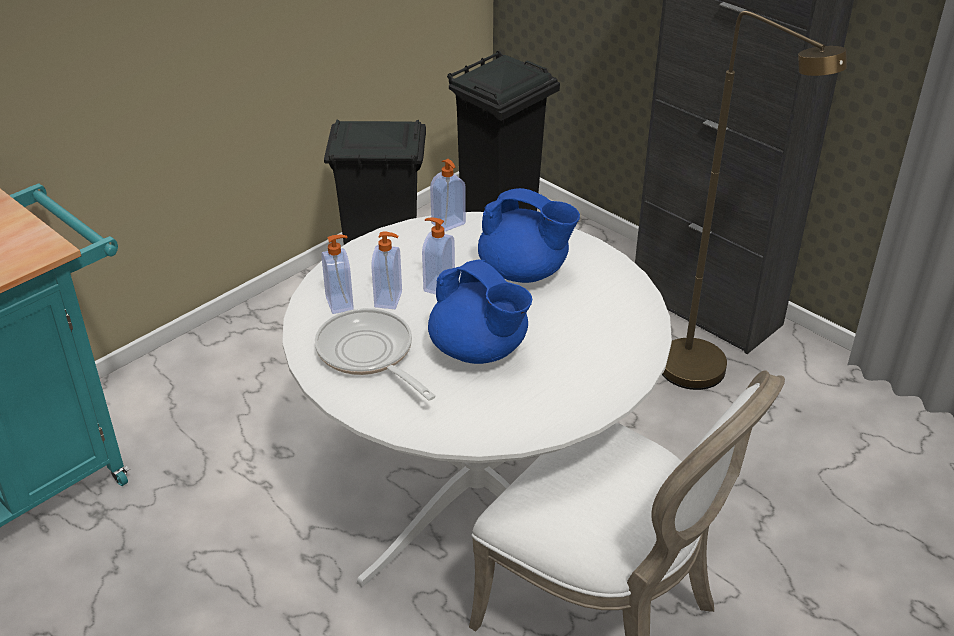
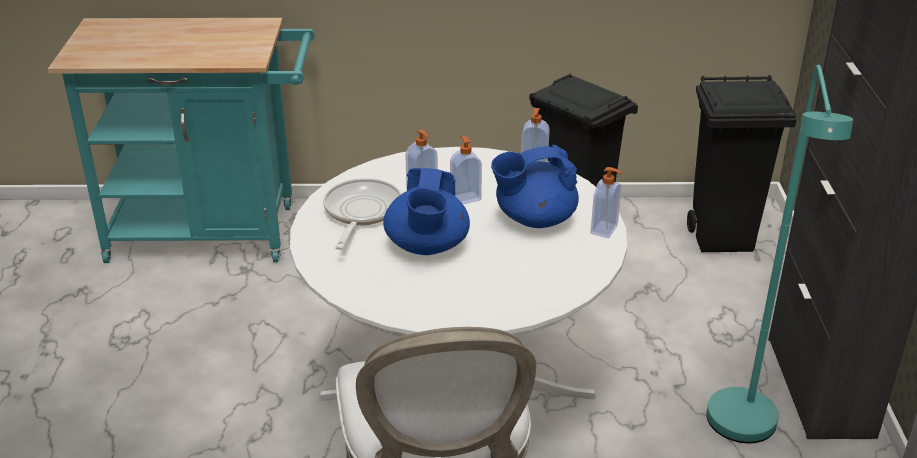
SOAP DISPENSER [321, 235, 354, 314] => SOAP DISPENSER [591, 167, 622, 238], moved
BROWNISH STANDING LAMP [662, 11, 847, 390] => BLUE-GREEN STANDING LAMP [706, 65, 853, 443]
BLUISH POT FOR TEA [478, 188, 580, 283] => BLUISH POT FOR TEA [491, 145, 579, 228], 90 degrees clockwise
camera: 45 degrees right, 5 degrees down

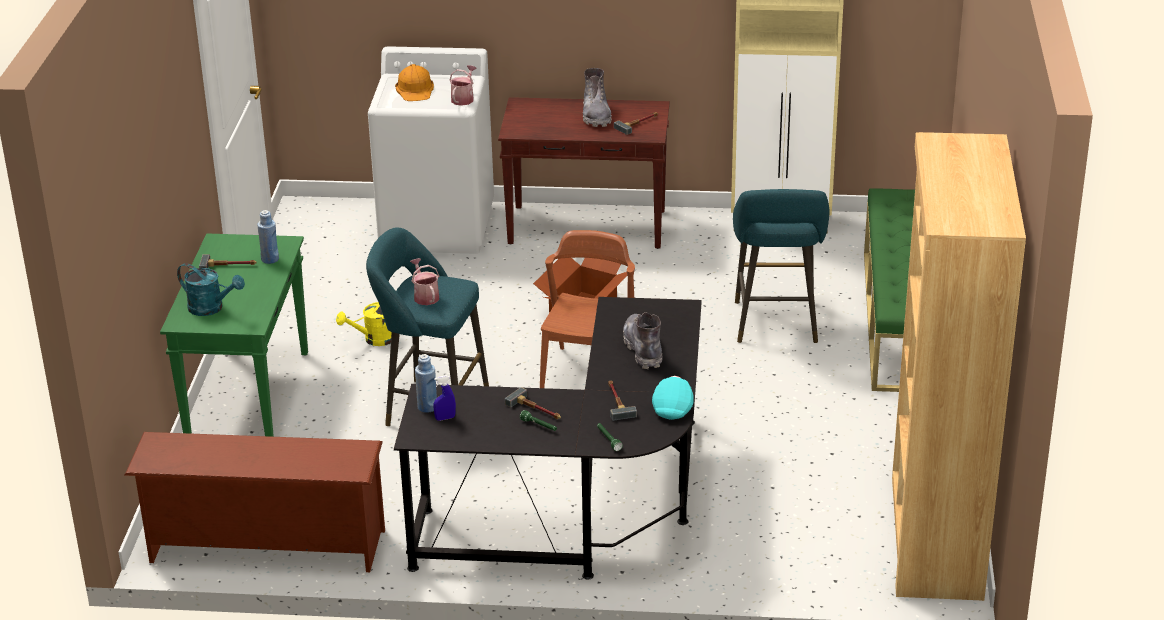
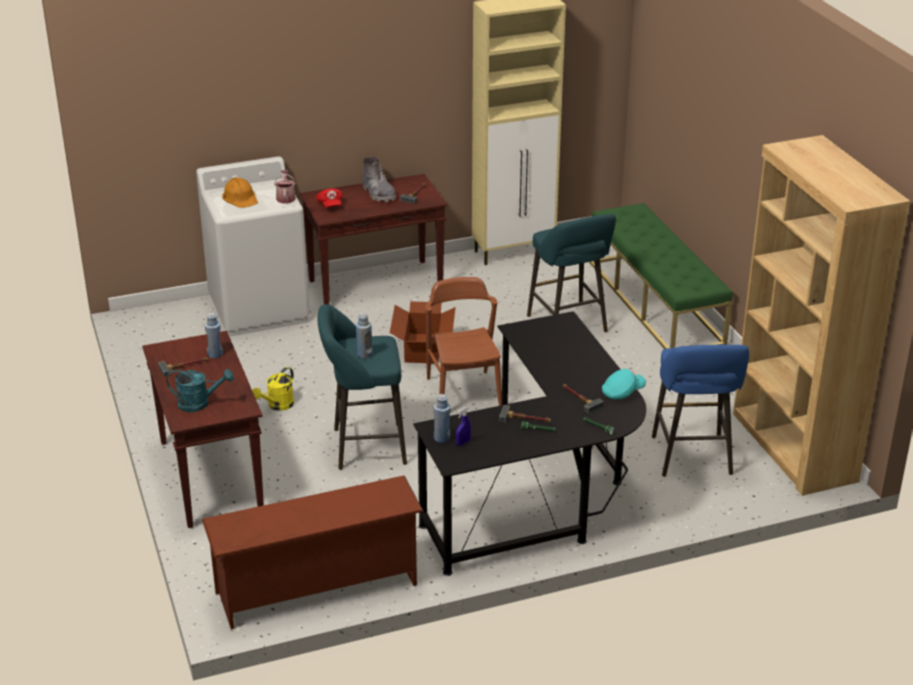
GRAY TALL BOOT [623, 312, 662, 369] => nothing
nothing => REDDISH CAP [316, 188, 343, 208]
nothing => BLUISH STOOL SEAT [652, 345, 749, 477]
WATERING POT [410, 258, 439, 305] => BLUISH BEVERAGE BOTTLE [356, 313, 372, 359]
GREEN-COLOURED CONSOLE TABLE [160, 234, 308, 437] => BROWNISH CONSOLE TABLE [142, 331, 264, 528]
BLUE-GREEN CAP [652, 376, 694, 420] => BLUE-GREEN CAP [602, 369, 646, 400], 75 degrees clockwise
camera: 25 degrees left, 0 degrees up

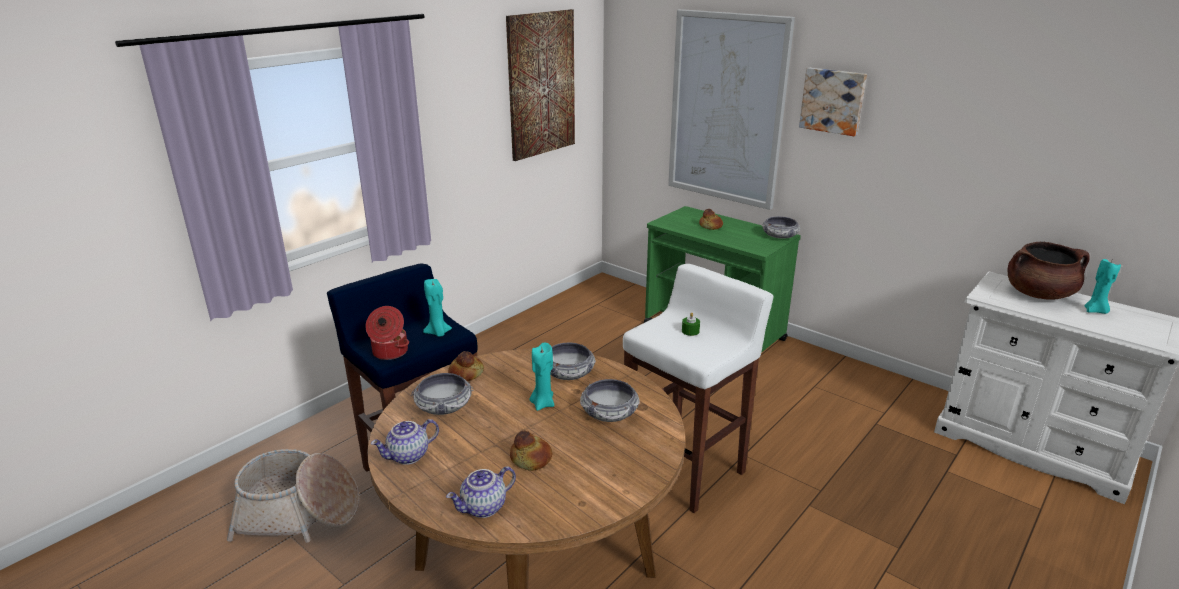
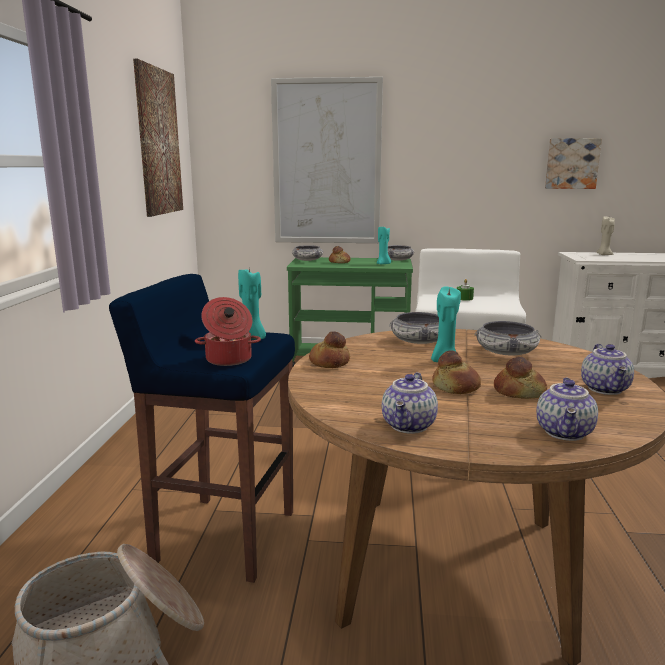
nothing => BREAD [432, 350, 481, 394]
nothing => POT FOR TEA [581, 344, 634, 395]
SERVING BOWL [411, 373, 473, 415] => SERVING BOWL [292, 245, 323, 261], moved
PICTURE [799, 68, 867, 136] => PICTURE [545, 138, 602, 189], moved
BLUE-GREEN CANDLE [1084, 259, 1121, 314] => BLUE-GREEN CANDLE [377, 227, 391, 264], moved
BROWNISH SAUCEPOT [1008, 242, 1090, 300] => BEIGE CANDLE [596, 216, 615, 255]
camera: 35 degrees left, 10 degrees down

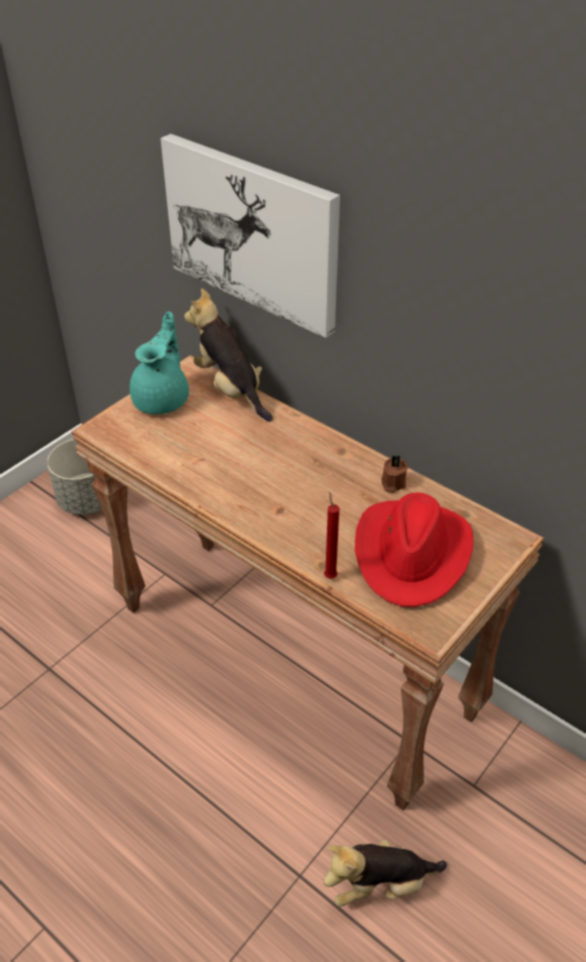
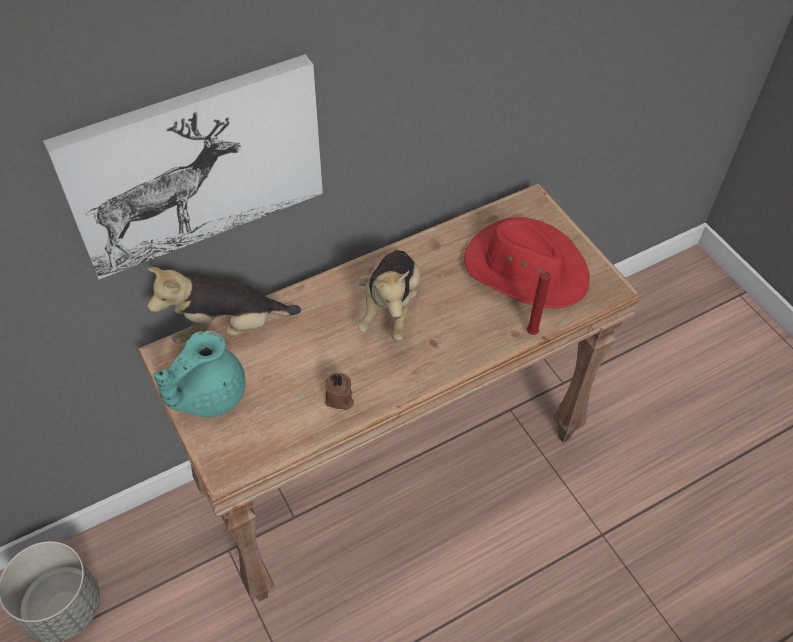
CUDDLY TOY [323, 840, 447, 907] => CUDDLY TOY [358, 250, 420, 342], moved
BROWNISH CANDLE [381, 455, 408, 493] => BROWNISH CANDLE [325, 373, 354, 410], moved
BLUE-GREEN POT FOR TEA [130, 311, 189, 414] => BLUE-GREEN POT FOR TEA [153, 331, 245, 417], 90 degrees counterclockwise
camera: 70 degrees left, 10 degrees up

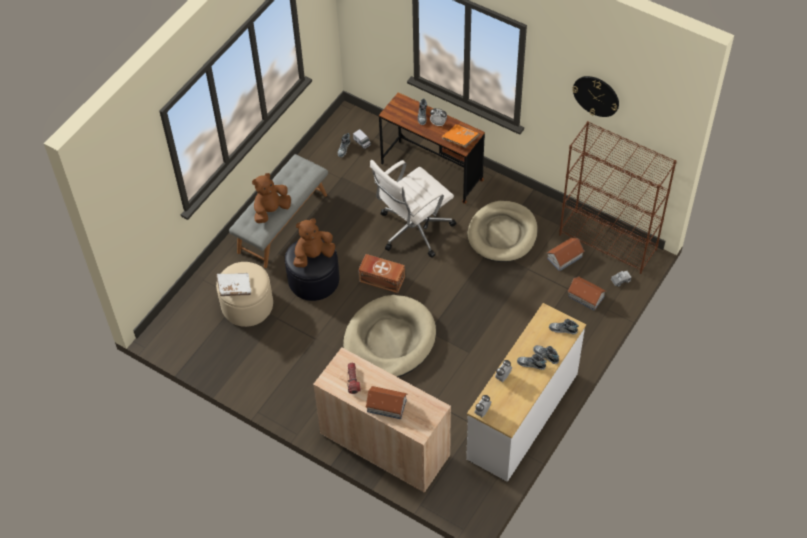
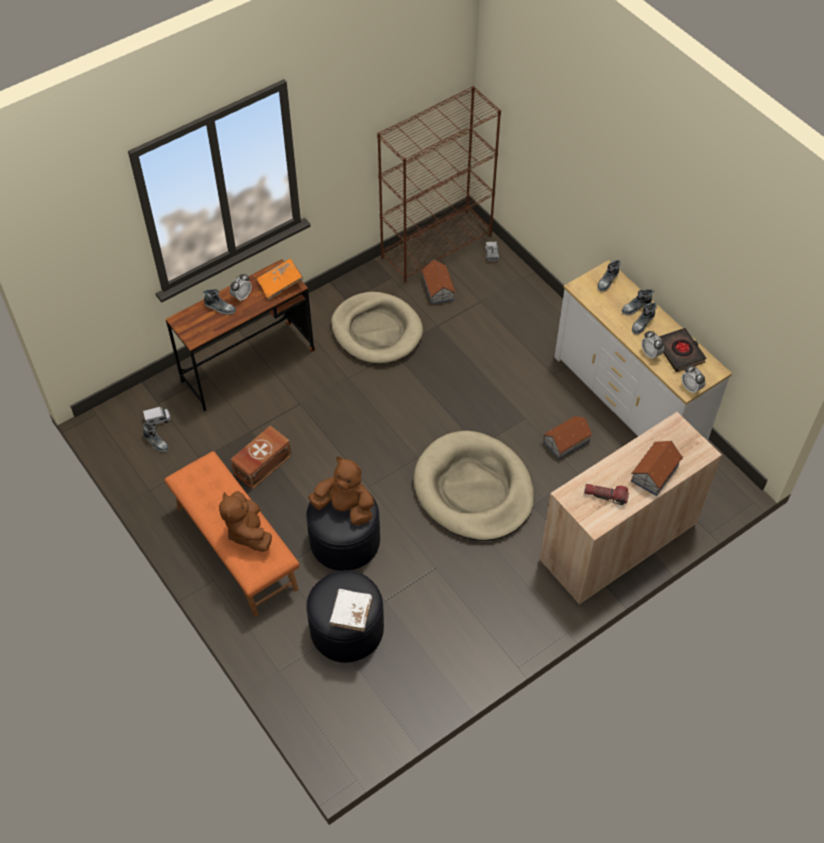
WHITE-COLOURED DESK CHAIR [370, 160, 457, 258] => nothing
HANGING CLOCK [572, 76, 619, 117] => nothing
nothing => BLACK-COLOURED BOOK [659, 328, 707, 372]
BROWNISH STORAGE BOX [358, 254, 405, 293] => BROWNISH STORAGE BOX [231, 425, 292, 490], moved
MODEL HOUSE [567, 277, 606, 311] => MODEL HOUSE [543, 416, 593, 460], moved
BEIGE OTTOMAN [216, 262, 273, 327] => BLACK-COLOURED OTTOMAN [306, 571, 384, 663]
GRAY INDOOR BENCH [229, 154, 328, 268] => ORANGE-COLOURED INDOOR BENCH [165, 451, 299, 616]
BROWNISH CUDDLY TOY [293, 218, 335, 267] => BROWNISH CUDDLY TOY [308, 457, 374, 525], 120 degrees clockwise
camera: 70 degrees left, 0 degrees up

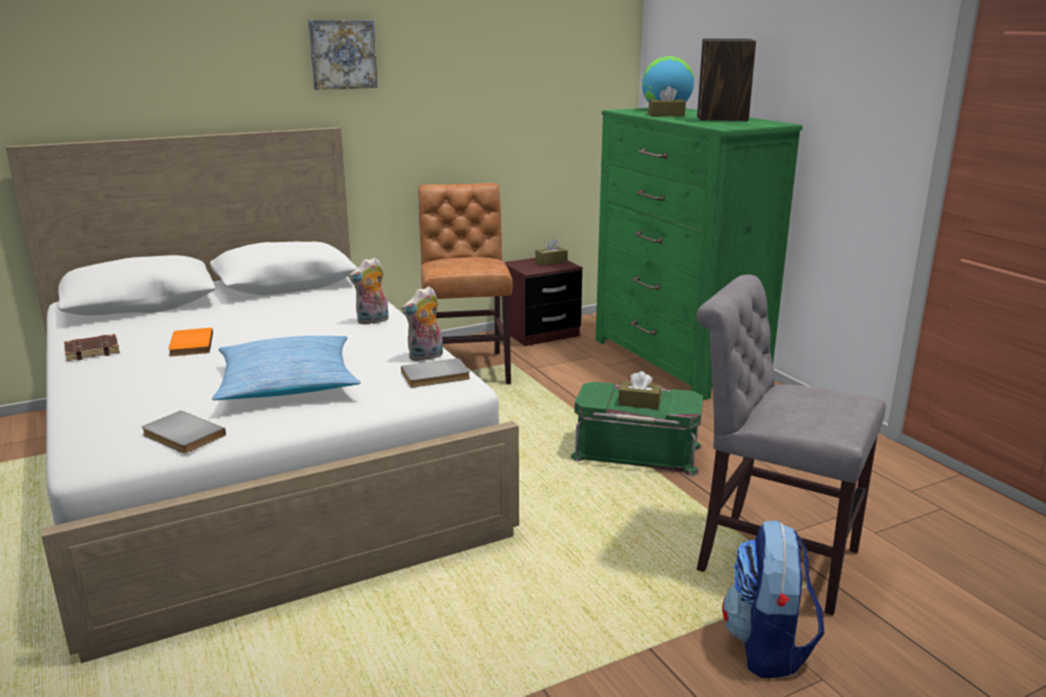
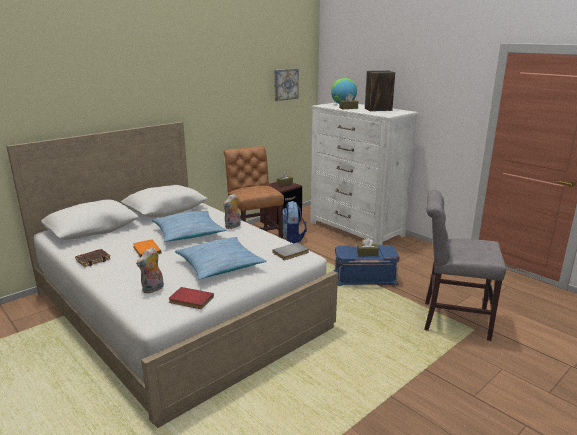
nothing => THROW PILLOW [152, 211, 226, 242]
PICTURE [308, 20, 378, 90] => PICTURE [274, 68, 299, 101], moved
CUDDLY TOY [401, 286, 443, 361] => CUDDLY TOY [136, 247, 164, 294], moved
KNAPSACK [722, 520, 825, 678] => KNAPSACK [283, 201, 307, 243], moved
GRAY BOOK [141, 411, 226, 453] => REDDISH BOOK [169, 287, 214, 309]
GREEN-COLOURED STORAGE BOX [571, 382, 703, 476] => BLUISH STORAGE BOX [334, 245, 400, 286]
GREEN-COLOURED CHEST OF DRAWERS [596, 108, 803, 400] => WHITE-COLOURED CHEST OF DRAWERS [310, 102, 418, 246]
camera: 15 degrees left, 0 degrees up

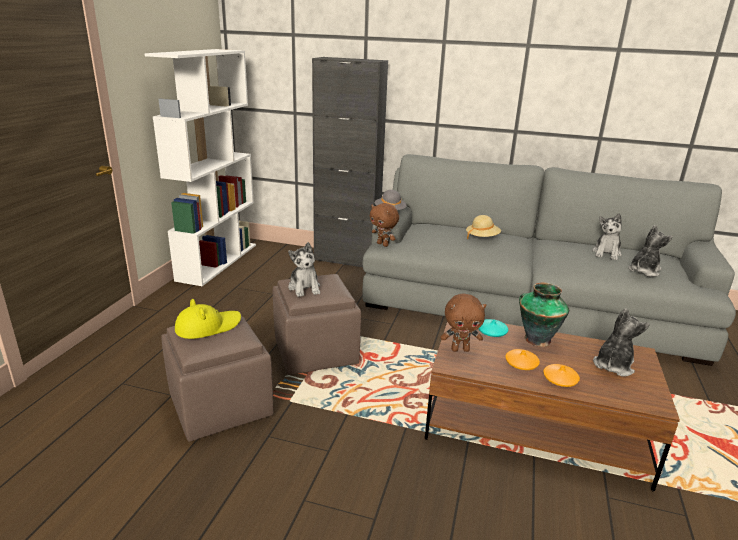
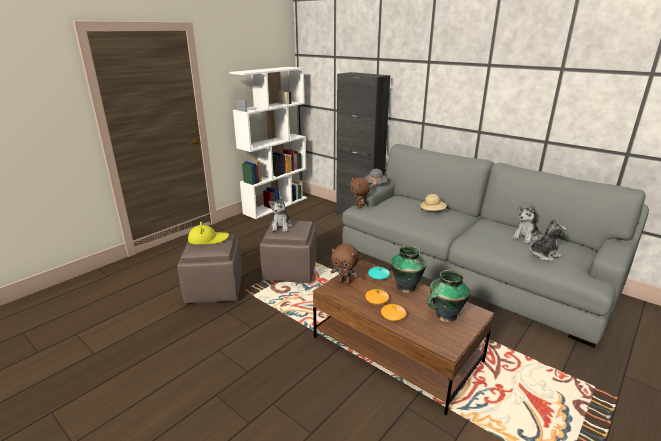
CUDDLY TOY [593, 308, 650, 377] => VASE [427, 270, 470, 322]
camera: 25 degrees right, 0 degrees up

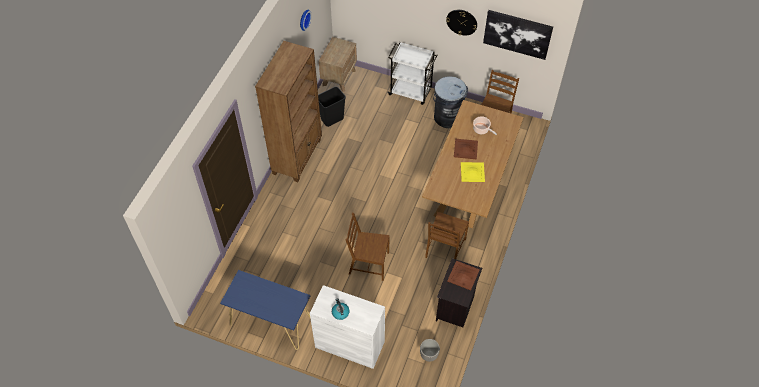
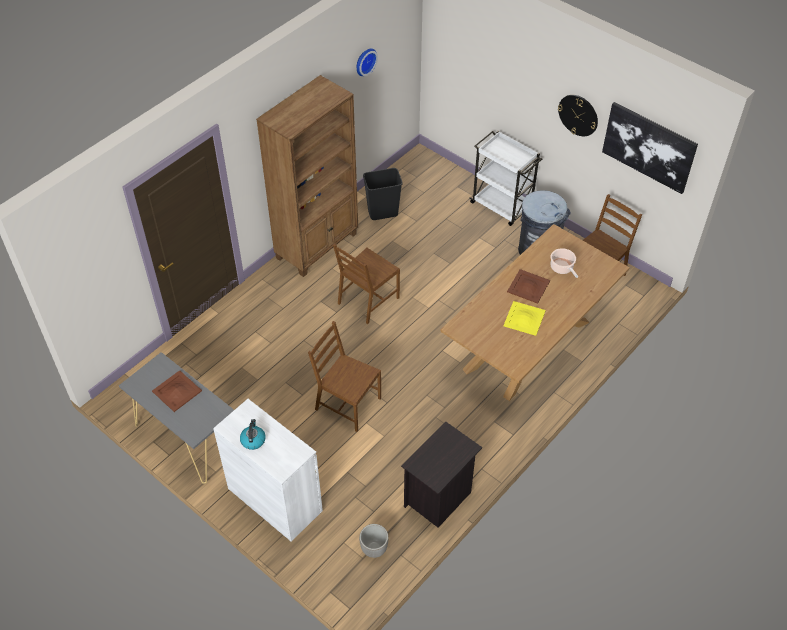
BROWNISH NIGHTSTAND [319, 37, 357, 92] => nothing
BROWNISH UPRIGHT CHAIR [425, 212, 469, 259] => BROWNISH UPRIGHT CHAIR [333, 244, 400, 324], moved
BROWNISH CARRYING TRAY [447, 261, 480, 290] => BROWNISH CARRYING TRAY [152, 370, 202, 412], moved
BLUISH CONSOLE TABLE [220, 270, 310, 350] => GRAY CONSOLE TABLE [119, 352, 234, 484]
camera: 20 degrees right, 5 degrees down

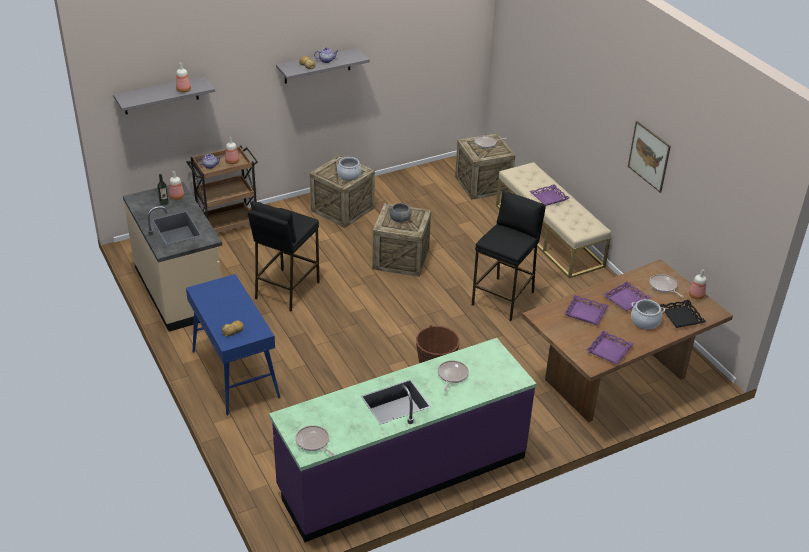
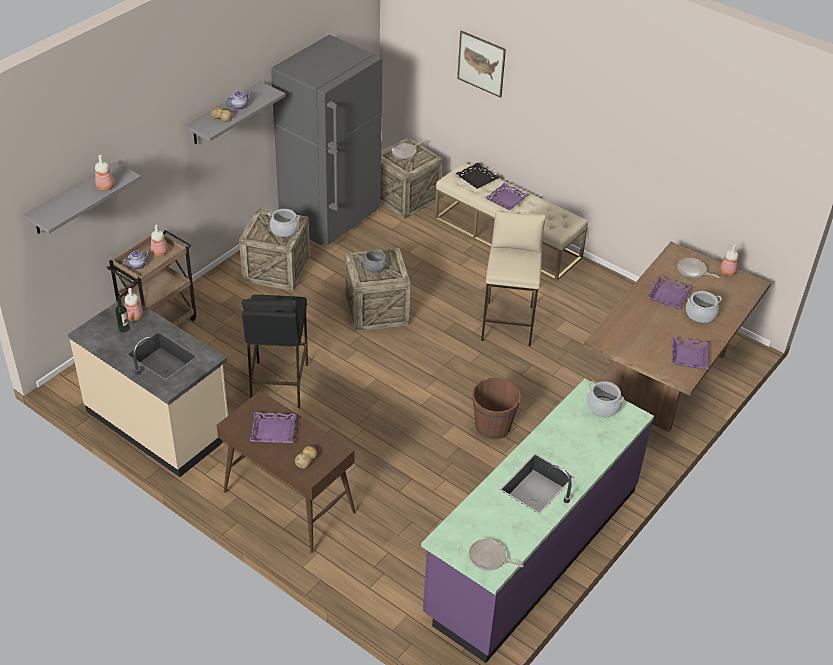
PAN [438, 360, 469, 391] => nothing
nothing => GRAY KITCHEN FRIDGE [271, 35, 383, 245]
nothing => SAUCEPOT [587, 381, 624, 417]
PURPLE CARRYING TRAY [564, 295, 609, 325] => PURPLE CARRYING TRAY [250, 412, 297, 443], moved
PICTURE [628, 121, 671, 193] => PICTURE [457, 30, 506, 98], moved
BLACK-COLOURED CARRYING TRAY [660, 300, 706, 328] => BLACK-COLOURED CARRYING TRAY [456, 162, 500, 189], moved
BLUISH CONSOLE TABLE [186, 274, 280, 416] => BROWNISH CONSOLE TABLE [217, 391, 356, 553]
BLACK-COLOURED STOOL SEAT [472, 191, 546, 321] => BEIGE STOOL SEAT [481, 210, 546, 347]
camera: 25 degrees left, 5 degrees up

